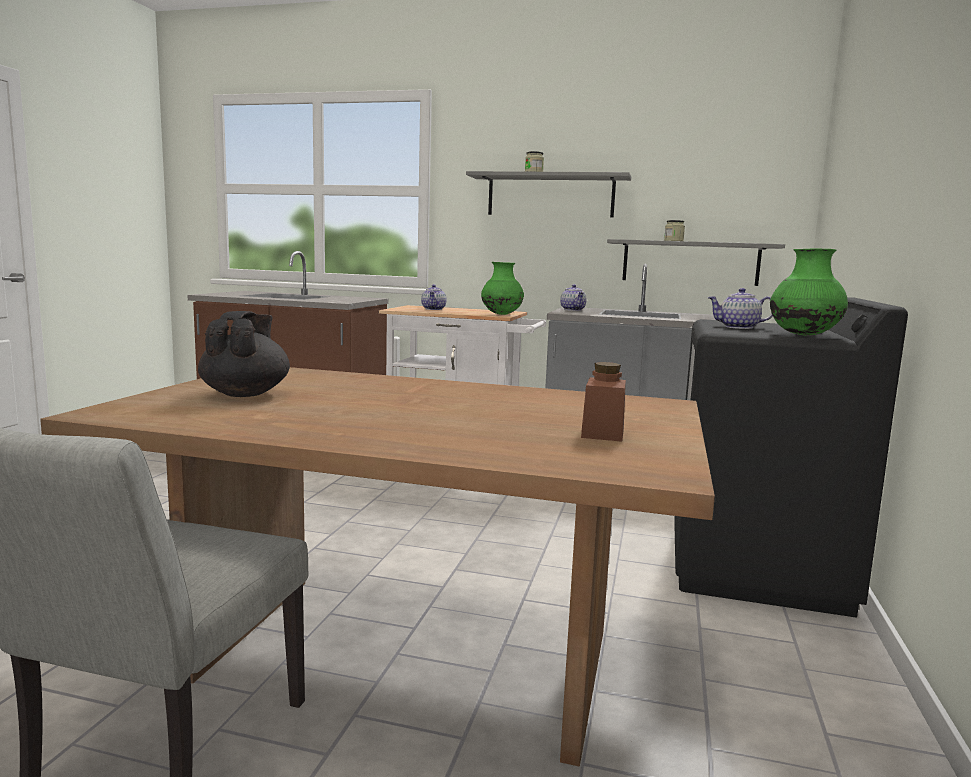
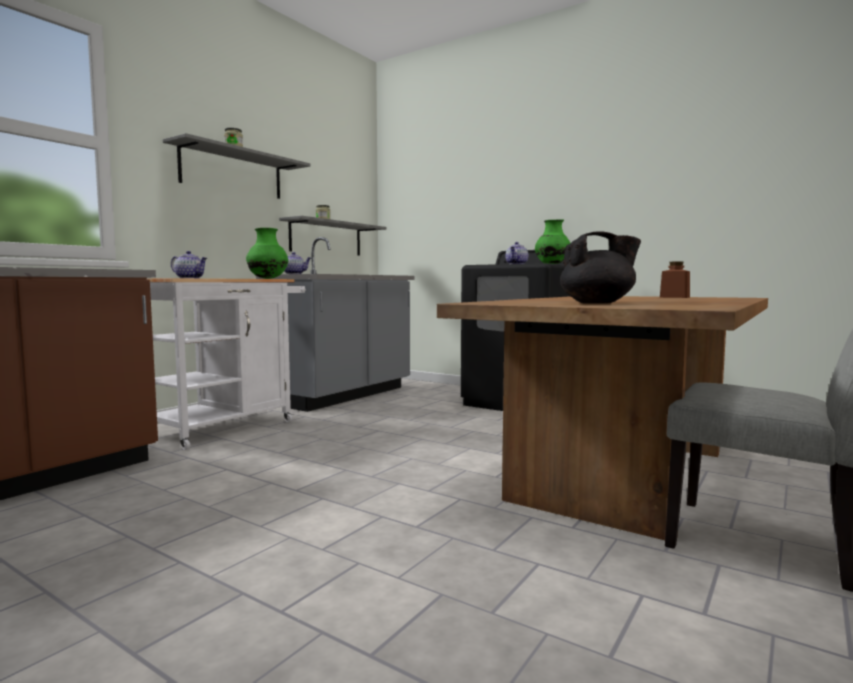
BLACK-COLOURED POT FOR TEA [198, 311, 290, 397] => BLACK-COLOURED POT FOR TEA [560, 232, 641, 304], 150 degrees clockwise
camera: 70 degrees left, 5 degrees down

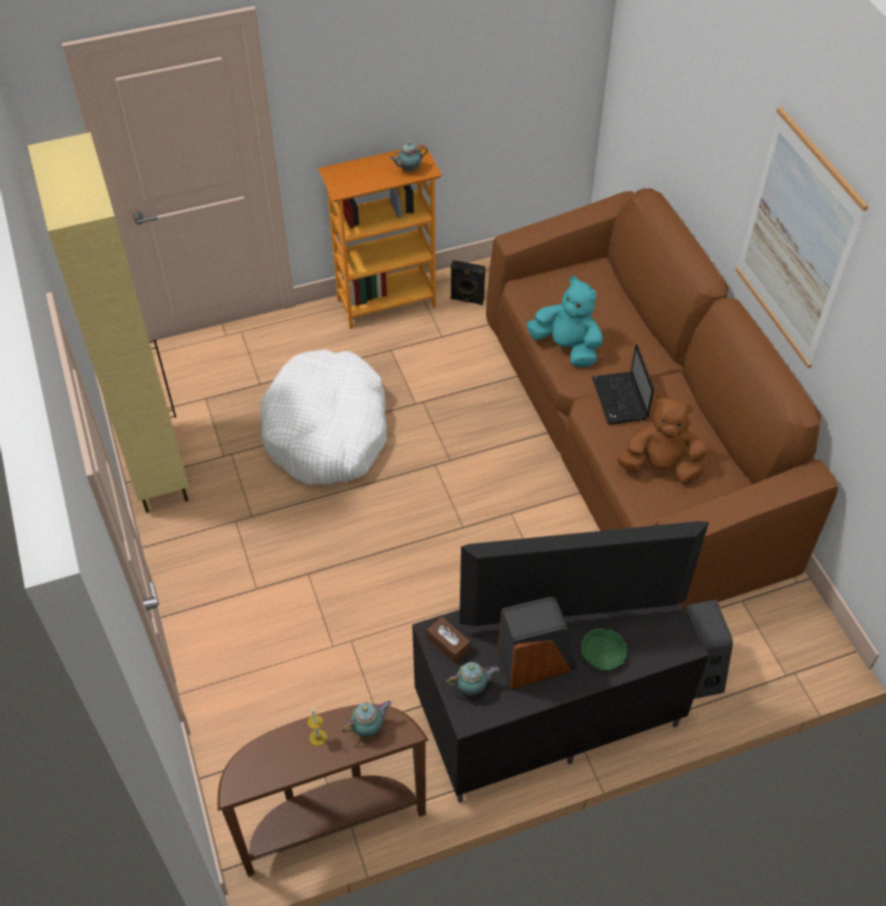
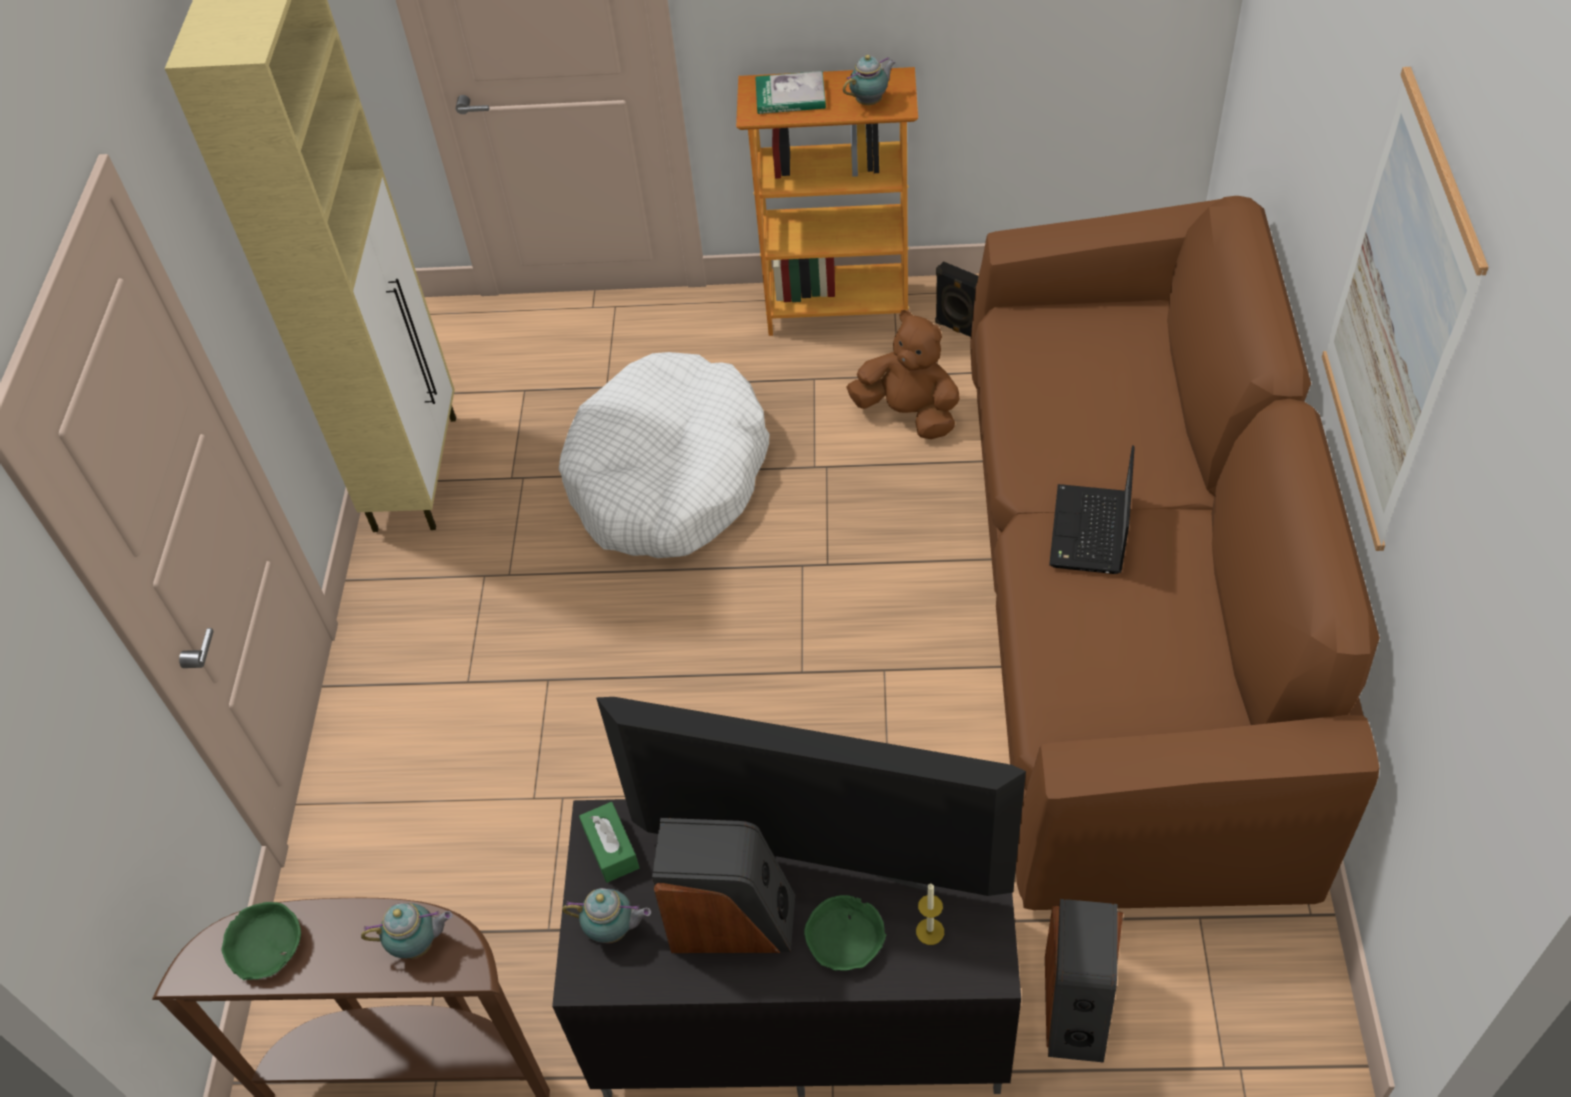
BLUE-GREEN CUDDLY TOY [527, 276, 603, 368] => nothing
nothing => GREEN-COLOURED SERVING BOWL [221, 902, 301, 980]
nothing => BOOK [755, 71, 826, 114]
CANDLE [308, 708, 327, 746] => CANDLE [916, 884, 944, 945], moved
BROWNISH CUDDLY TOY [617, 395, 708, 484] => BROWNISH CUDDLY TOY [846, 310, 960, 439], moved
BROWNISH BOX OF TISSUES [427, 617, 471, 664] => GREEN-COLOURED BOX OF TISSUES [579, 802, 639, 883]
POT FOR TEA [390, 141, 428, 172] => POT FOR TEA [843, 55, 896, 105], 150 degrees clockwise
camera: 25 degrees right, 0 degrees up

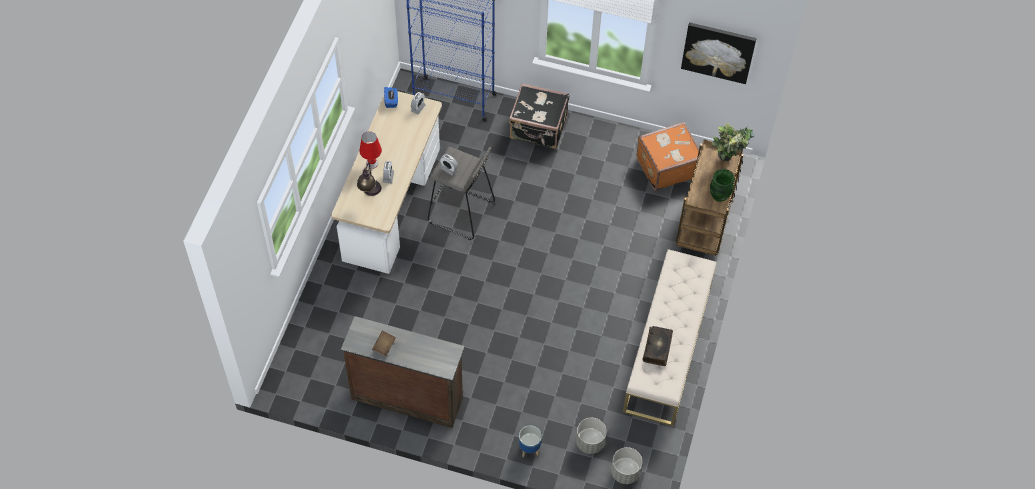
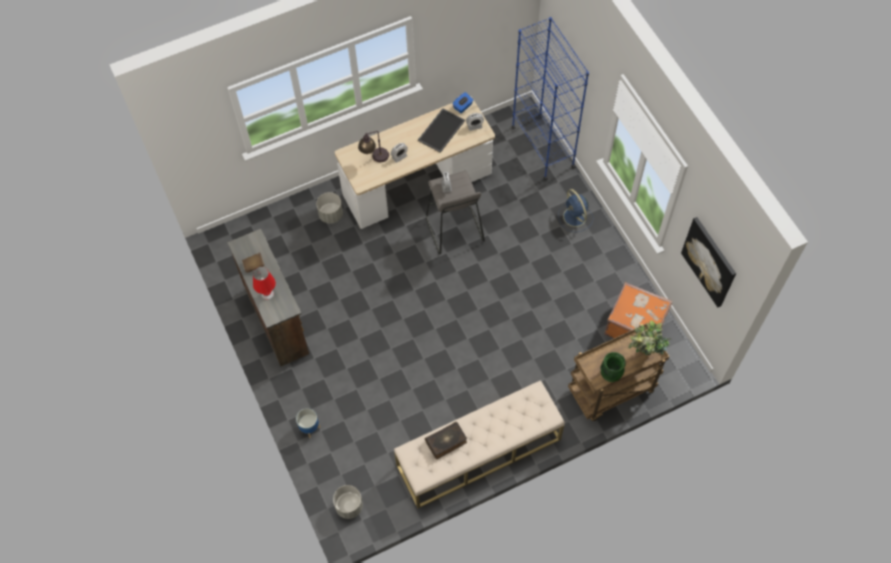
nothing => CARRYING TRAY [418, 108, 465, 153]
REDDISH TABLETOP LAMP [359, 131, 382, 169] => REDDISH TABLETOP LAMP [253, 267, 276, 300], moved
GRAY PLANT POT [576, 418, 607, 454] => GRAY PLANT POT [316, 192, 343, 224], moved
BLACK-COLOURED SUITCASE [509, 83, 569, 149] => BLUISH COOLING FAN [558, 189, 593, 232]
camera: 50 degrees right, 5 degrees up

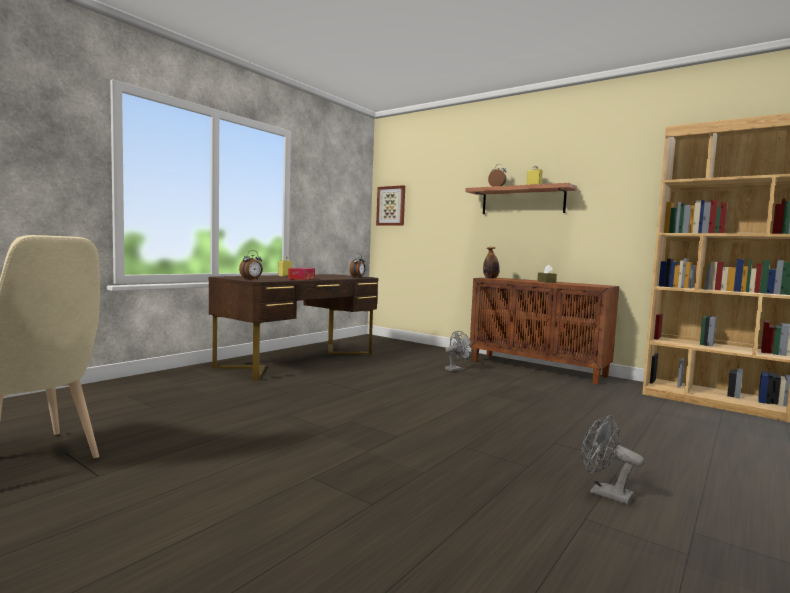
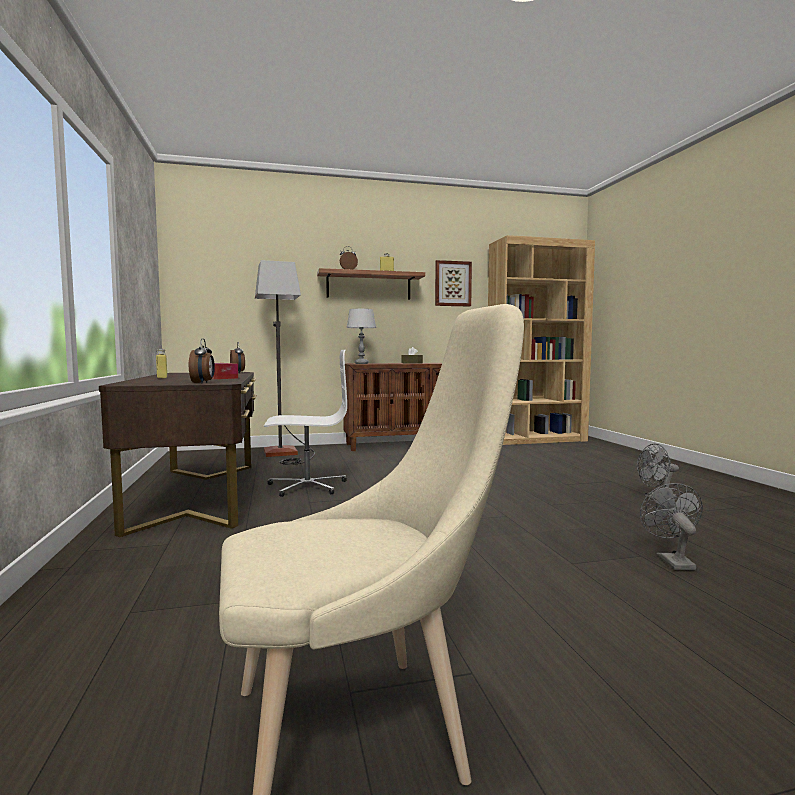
nothing => STANDING LAMP [255, 260, 315, 465]
nothing => WHITE-COLOURED DESK CHAIR [264, 350, 347, 497]
PICTURE [376, 185, 405, 226] => PICTURE [435, 260, 472, 307], moved
GRAY COOLING FAN [445, 331, 472, 372] => GRAY COOLING FAN [640, 483, 703, 570], moved
BEVERAGE BOTTLE [483, 247, 500, 279] => GRAY TABLETOP LAMP [347, 309, 376, 364]
camera: 50 degrees left, 0 degrees up

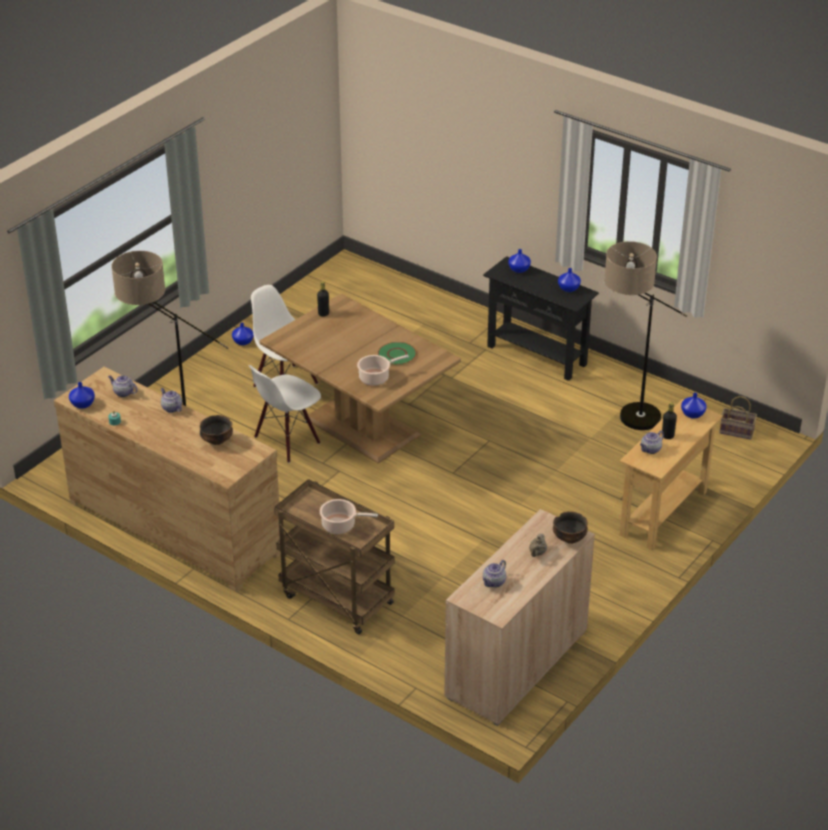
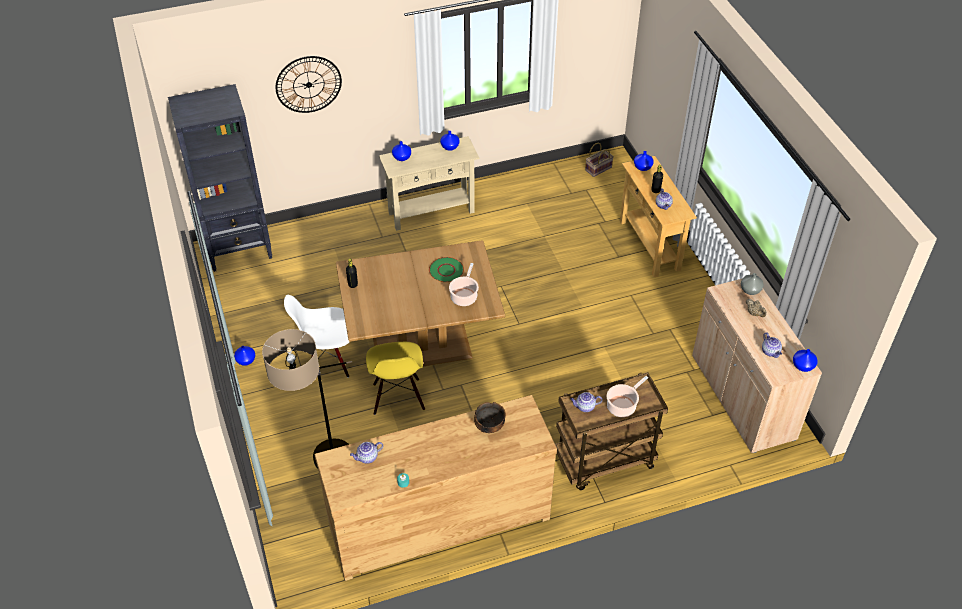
STANDING LAMP [604, 241, 687, 430] => nothing
nothing => BLACK-COLOURED BOOKSHELF [168, 84, 272, 272]
nothing => HANGING CLOCK [276, 56, 342, 113]
BLUISH VASE [69, 382, 95, 409] => BLUISH VASE [793, 349, 818, 372], moved
POT FOR TEA [161, 388, 182, 413] => POT FOR TEA [570, 392, 603, 412], moved
SERVING BOWL [553, 511, 588, 544] => GRAY VASE [741, 273, 764, 295]
WHITE-COLOURED UPRIGHT CHAIR [248, 365, 321, 463] => YELLOW UPRIGHT CHAIR [366, 342, 425, 415]
BLACK-COLOURED CONSOLE TABLE [483, 256, 599, 381] => BEIGE CONSOLE TABLE [379, 136, 480, 231]
camera: 55 degrees left, 10 degrees up

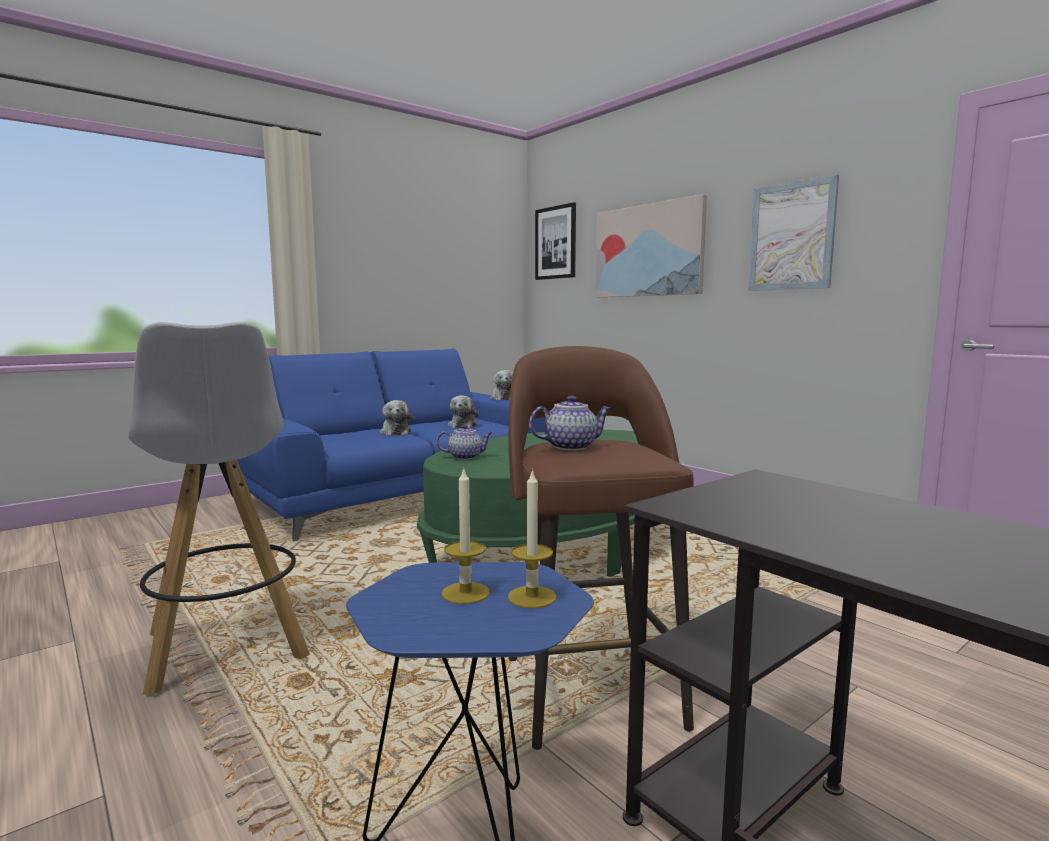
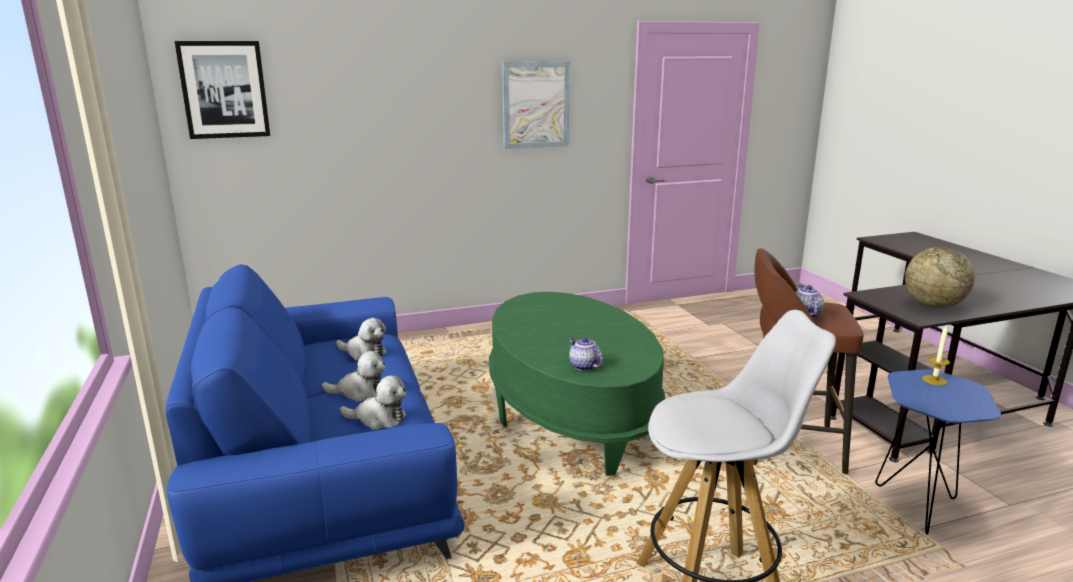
CANDLE [442, 467, 489, 604] => nothing
PICTURE [596, 194, 707, 297] => nothing
nothing => DESK GLOBE [905, 247, 975, 308]
CUDDLY TOY [490, 370, 513, 400] => CUDDLY TOY [340, 376, 406, 430], moved
POT FOR TEA [437, 424, 493, 460] => POT FOR TEA [569, 337, 603, 371], 45 degrees counterclockwise
camera: 70 degrees left, 10 degrees up

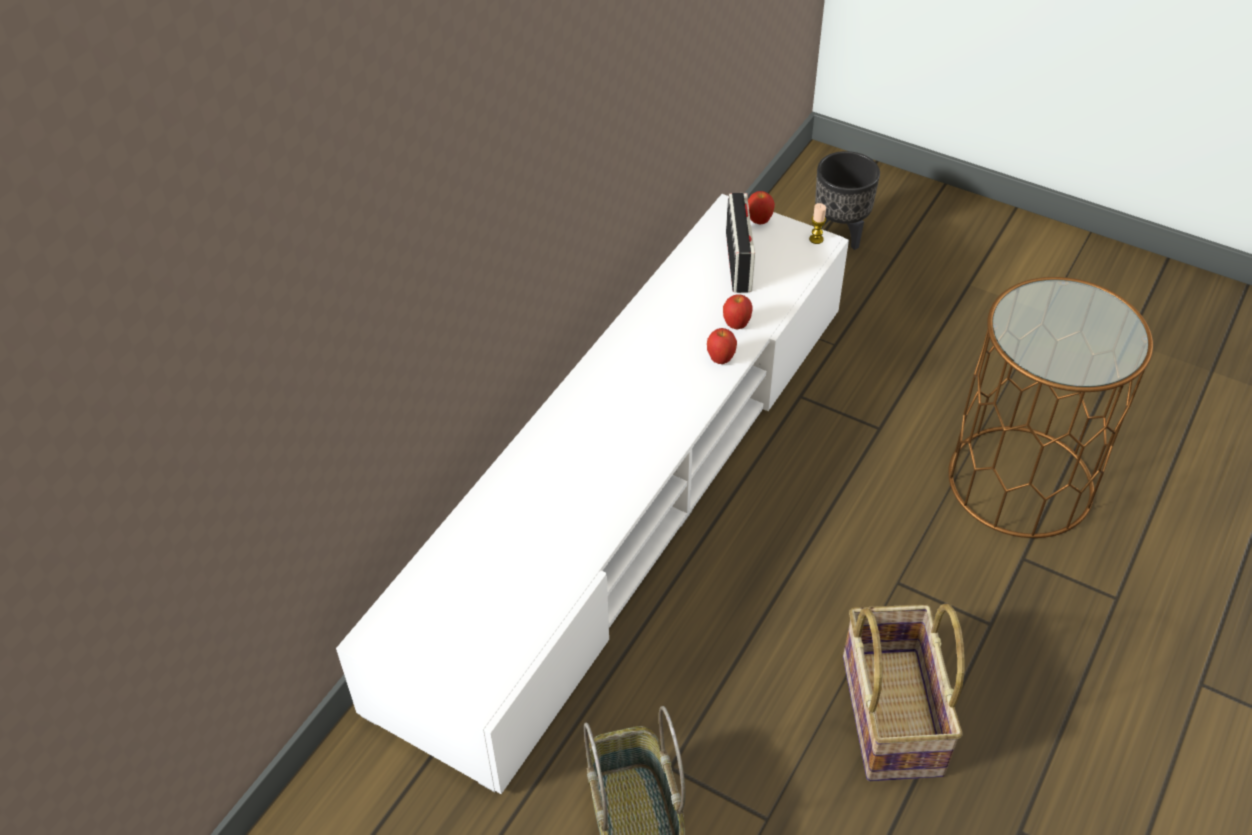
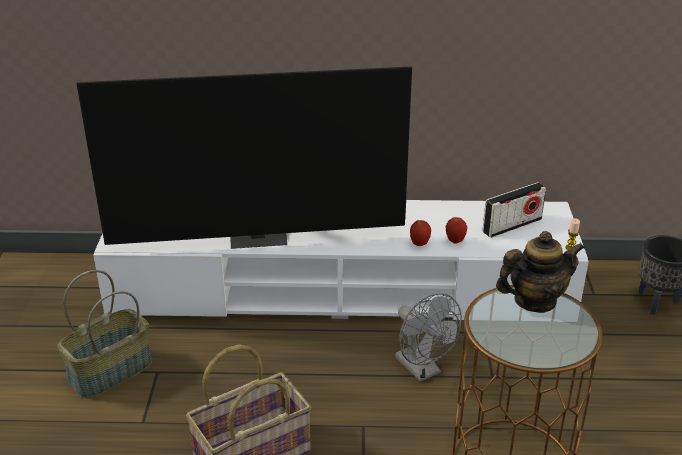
APPLE [748, 191, 775, 224] => nothing
nothing => TELEVISION [76, 66, 412, 249]
nothing => GRAY COOLING FAN [395, 294, 462, 382]
nothing => POT FOR TEA [496, 231, 585, 313]
camera: 60 degrees right, 15 degrees down

